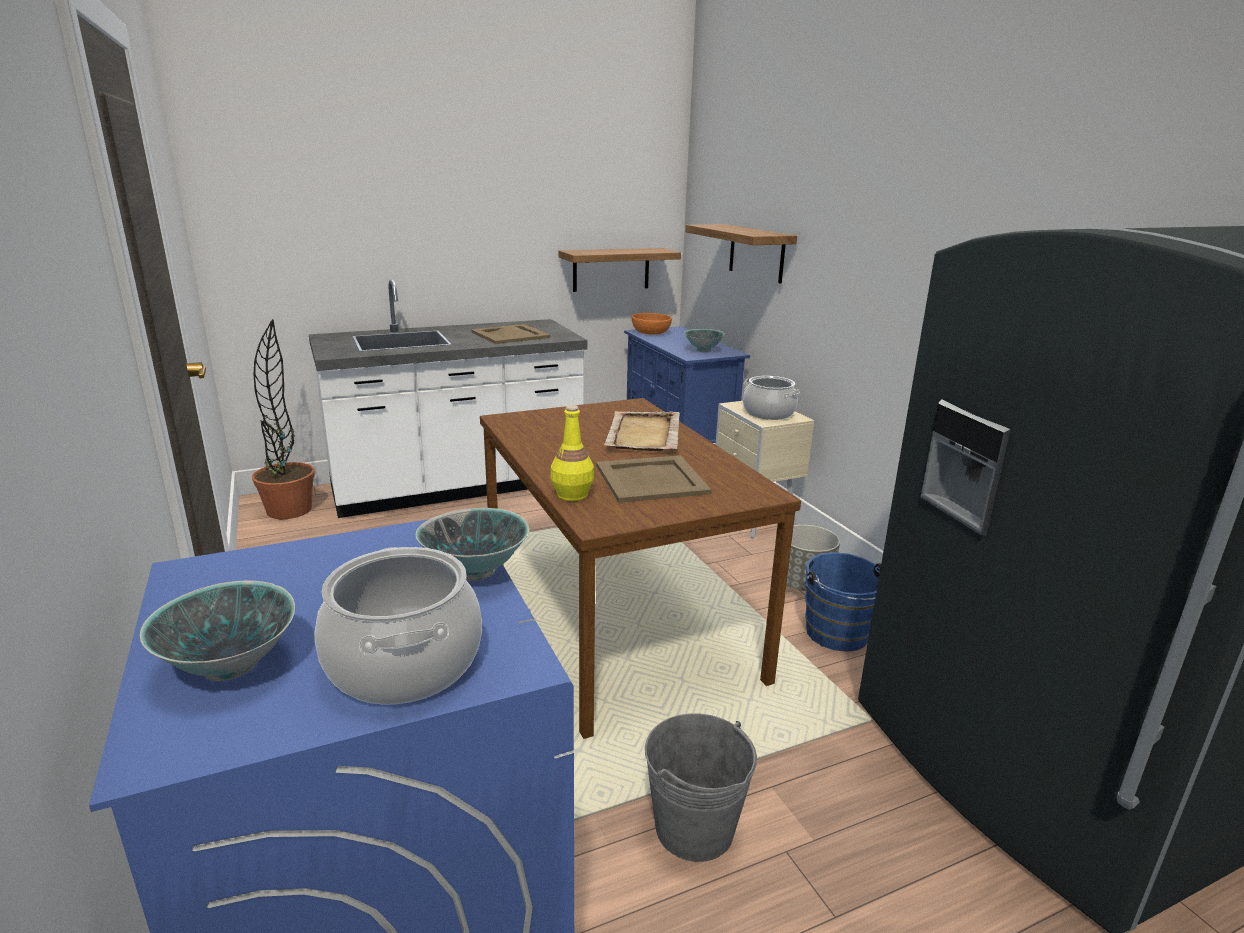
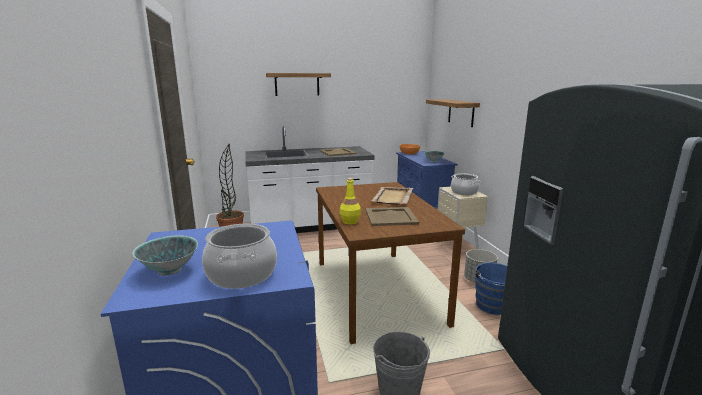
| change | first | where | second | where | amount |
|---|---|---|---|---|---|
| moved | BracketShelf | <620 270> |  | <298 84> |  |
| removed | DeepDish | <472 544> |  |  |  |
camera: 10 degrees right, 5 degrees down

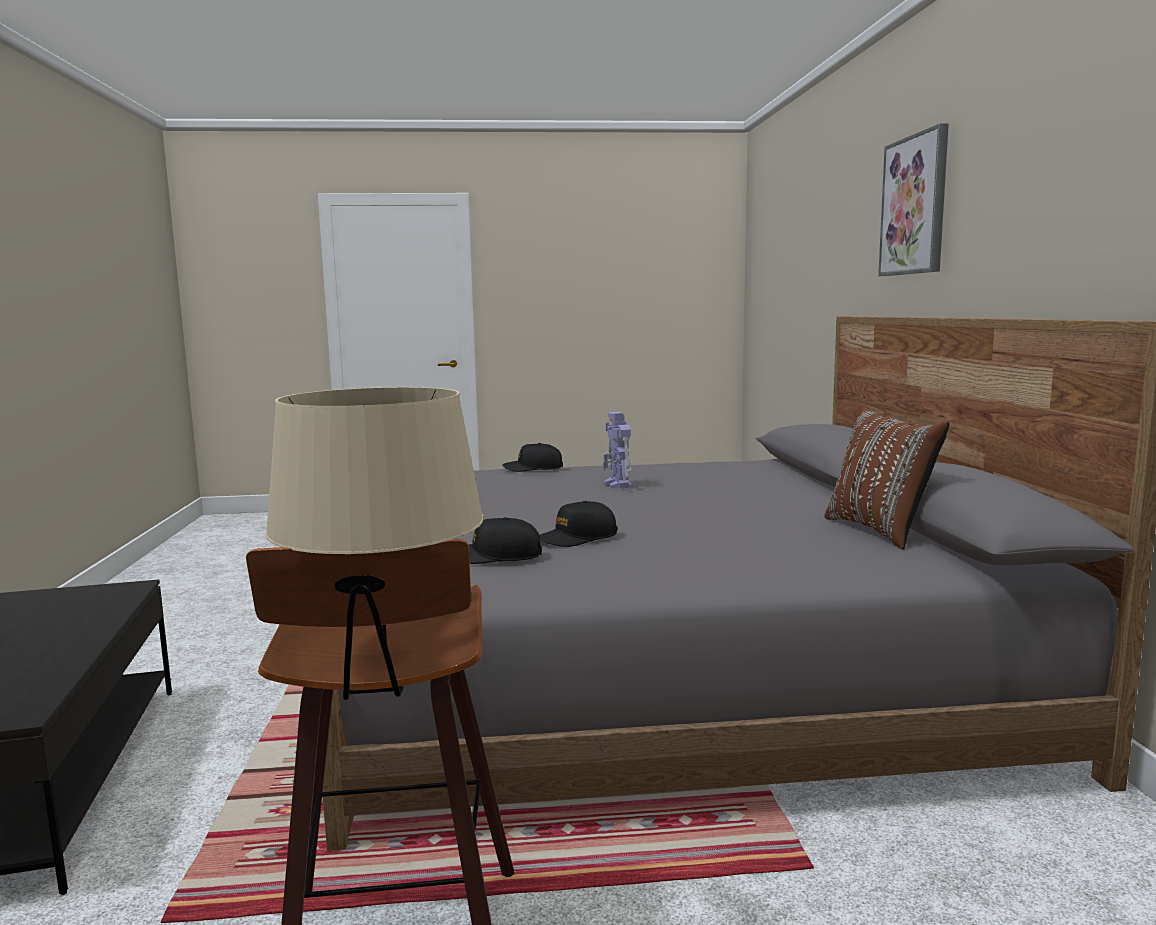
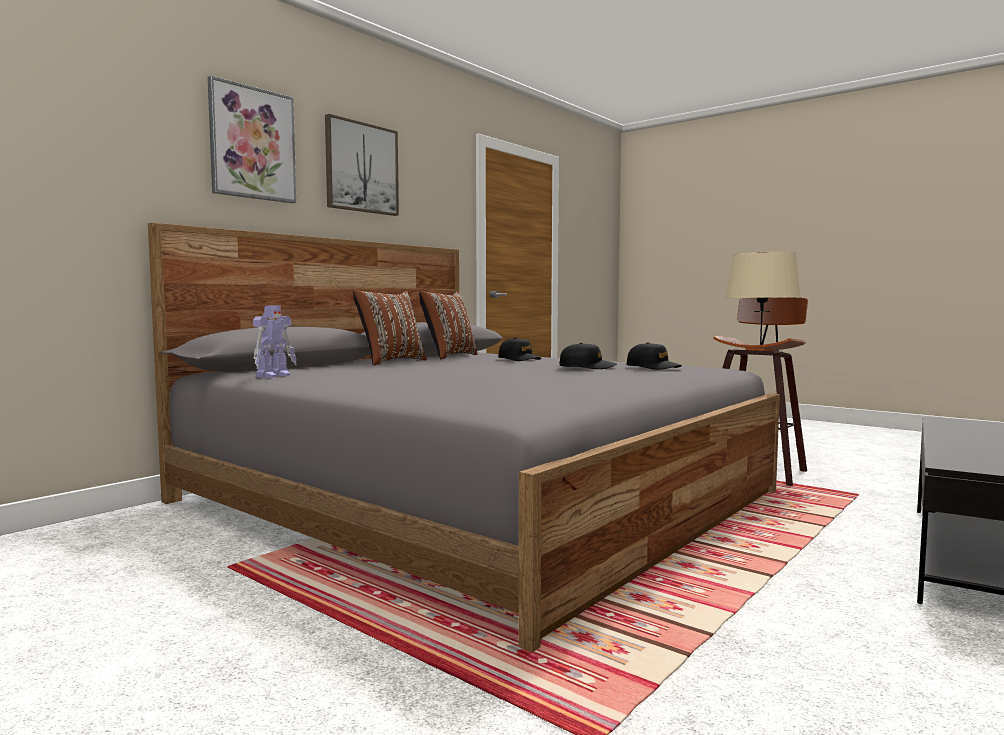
| change | first | where | second | where | amount |
|---|---|---|---|---|---|
| moved | ToyRobot | <618 450> |  | <275 342> |  |
| moved | BlackishBaseballCap | <532 457> |  | <520 349> |  |
| added |  |  | WallPicture | <362 165> |  |
| added |  |  | BrownishThrowPillow | <390 327> |  |
camera: 135 degrees left, 5 degrees down

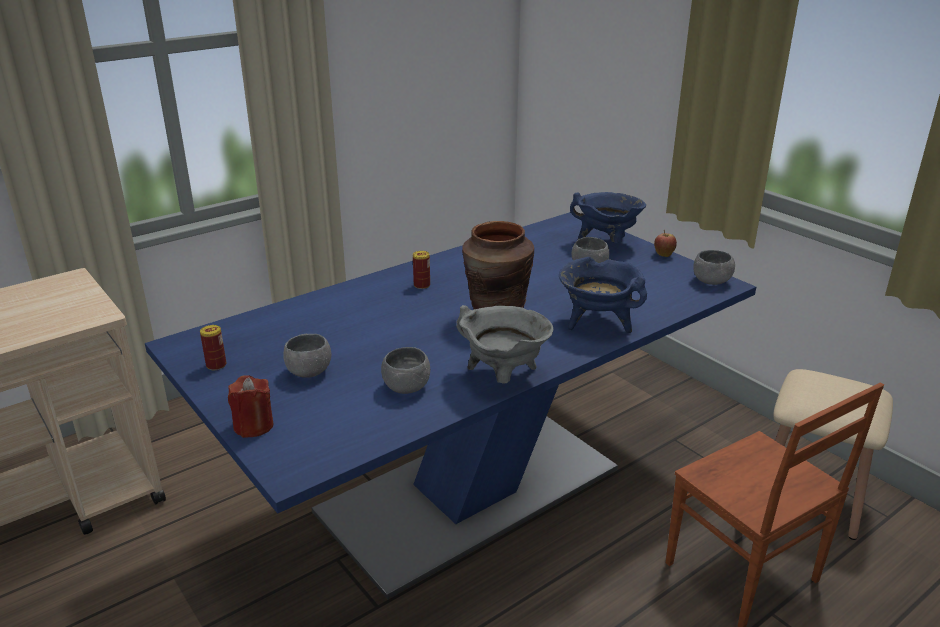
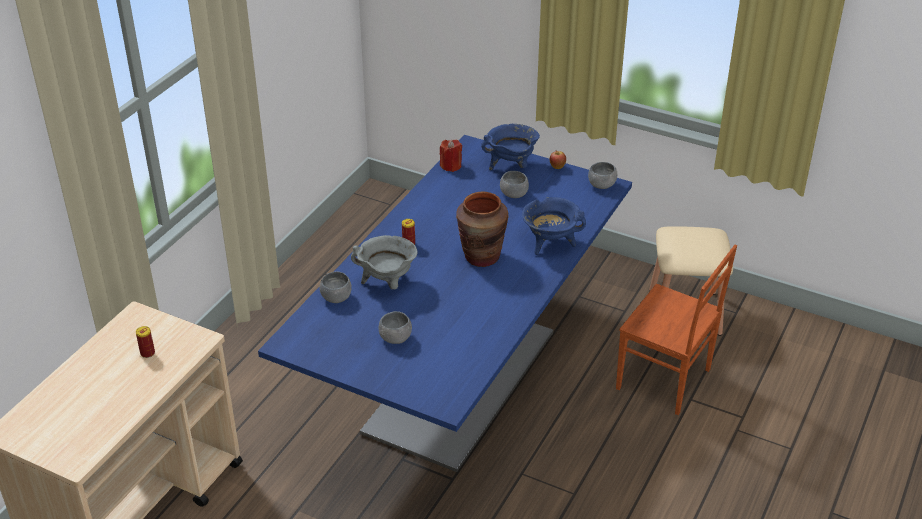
| change | first | where | second | where | amount |
|---|---|---|---|---|---|
| moved | GreyishSaucepot | <504 344> |  | <384 262> |  |
| moved | SealedCan | <213 347> |  | <145 342> |  |
| moved | GreyishDeepDish | <405 370> |  | <335 287> |  |
| moved | ReddishWaxLight | <250 406> |  | <451 155> |  |
camera: 25 degrees left, 10 degrees up

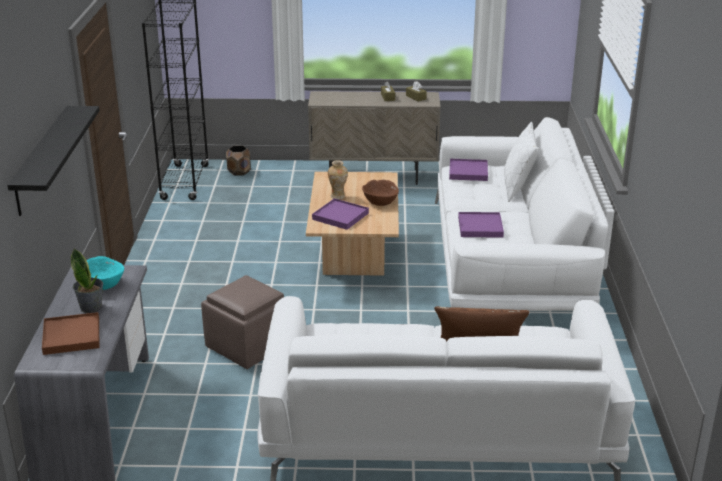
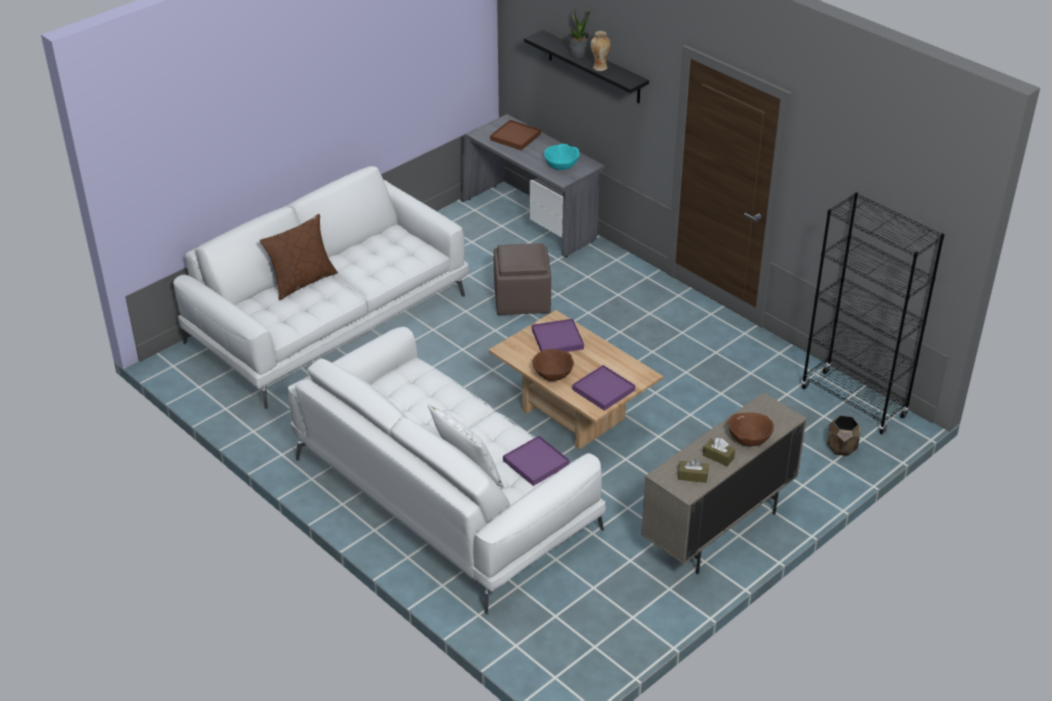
| change | first | where | second | where | amount |
|---|---|---|---|---|---|
| moved | FlowerVase | <338 179> |  | <600 51> |  |
| moved | PurpleColouredCarryingTray | <481 225> |  | <603 388> |  |
| moved | PottedPlant | <87 280> |  | <578 32> |  |
| added |  |  | BrownishDeepDish | <751 429> |  |
camera: 135 degrees right, 10 degrees up

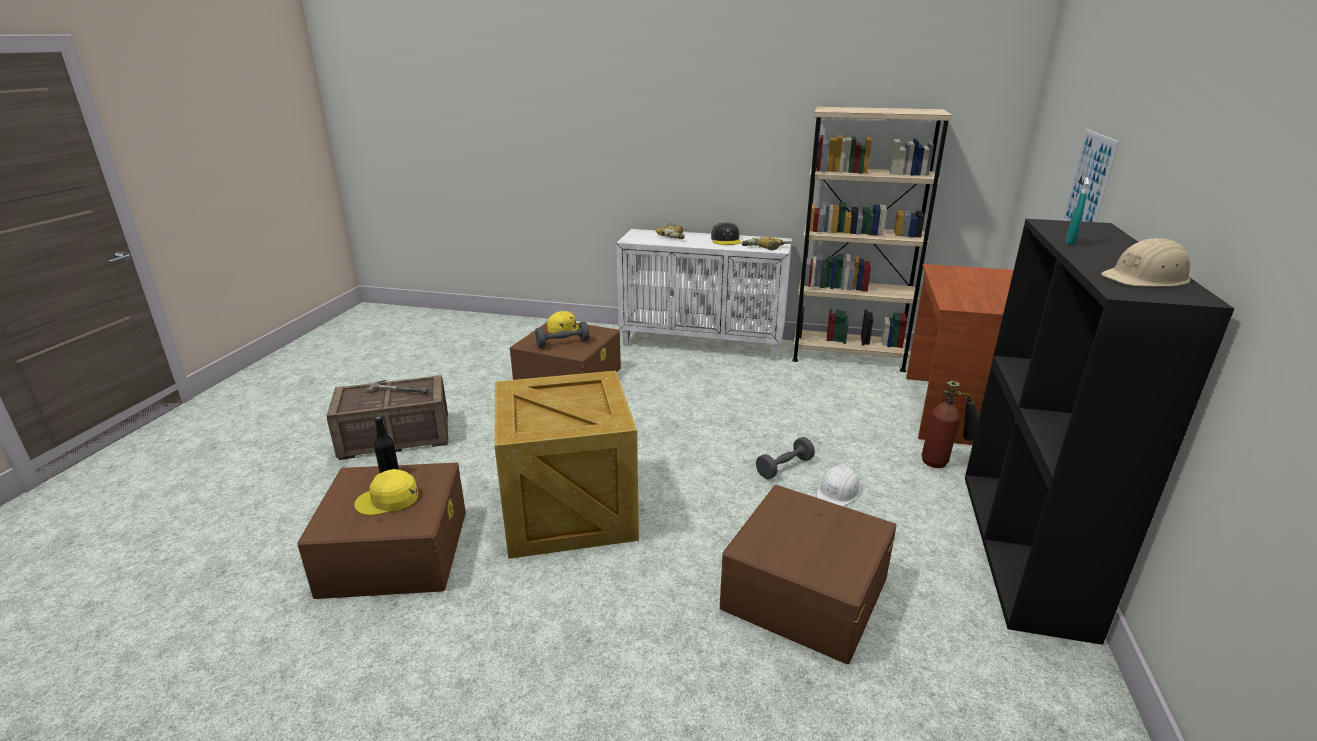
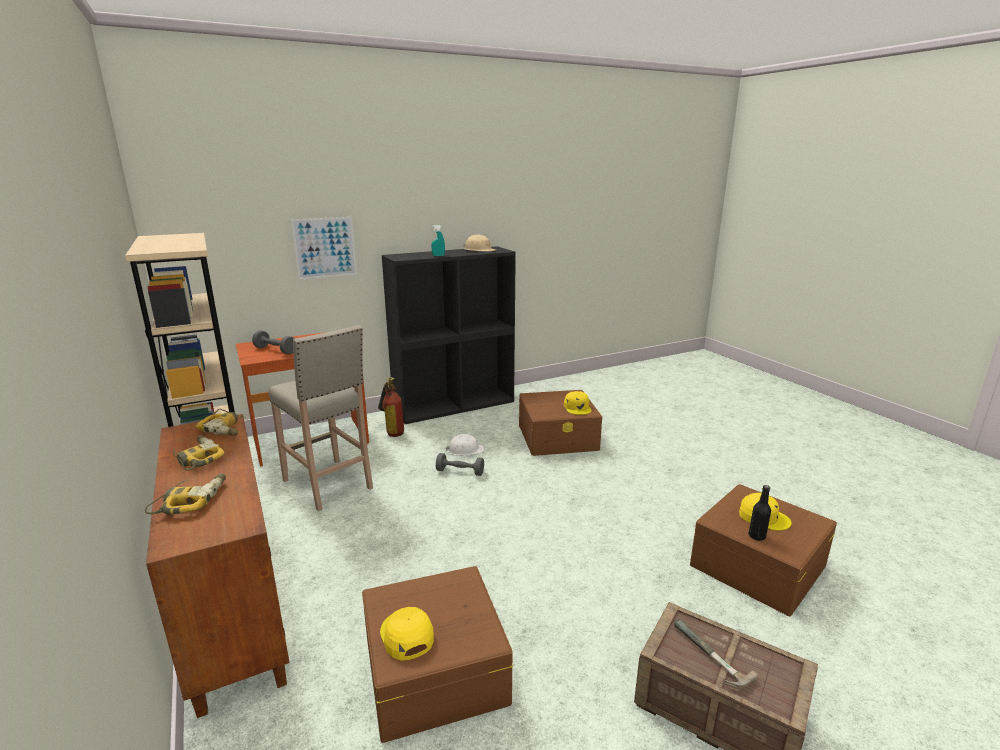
| change | first | where | second | where | amount |
|---|---|---|---|---|---|
| replaced | GreyishBaseballCap | <726 233> | Drill | <199 453> |  |
| recoloured | WhiteColouredCabinet | <704 294> | BrownishCabinet | <218 566> |  |
| moved | GreyishHandWeight | <562 335> |  | <273 342> |  |
| removed | ShippingCrate | <566 465> |  |  |  |
| added |  |  | SandColouredStoolSeat | <320 418> |  |
| added |  |  | YellowColouredBaseballCap | <578 403> |  |
camera: 130 degrees left, 5 degrees down

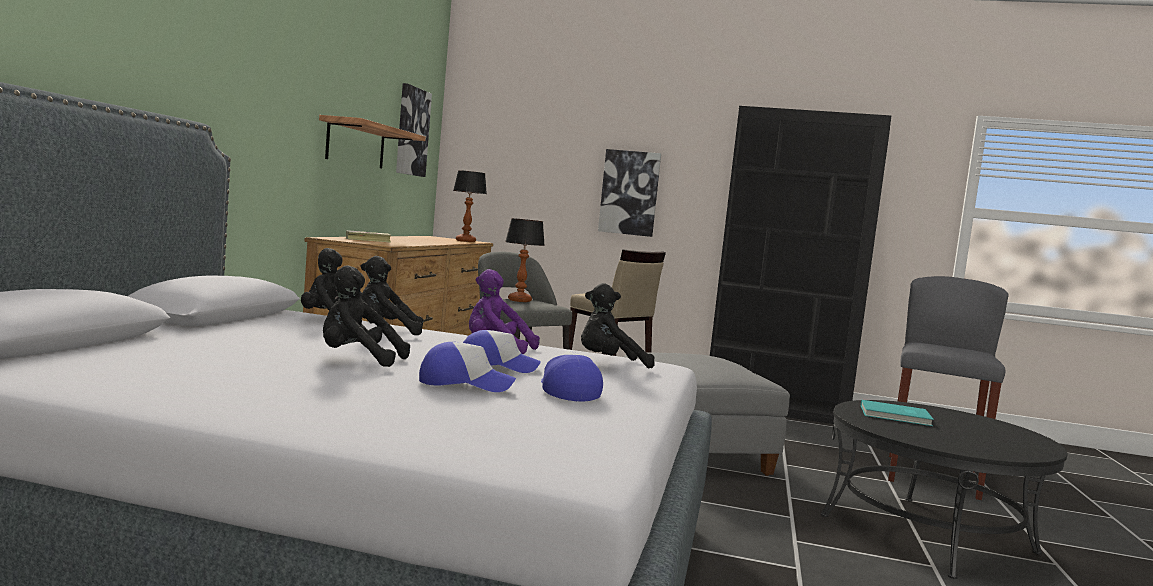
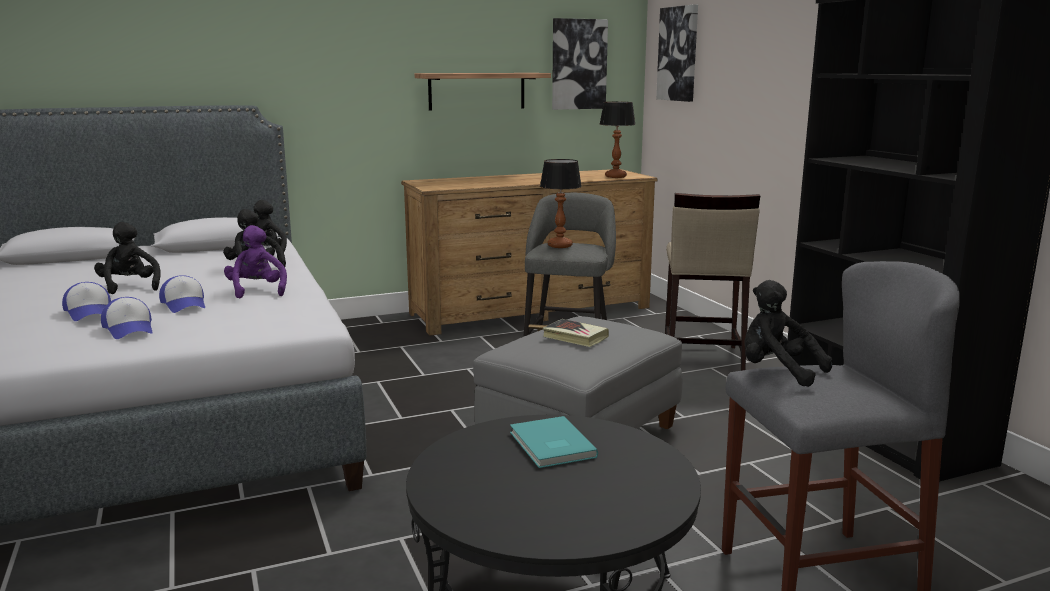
| change | first | where | second | where | amount |
|---|---|---|---|---|---|
| moved | WallPicture | <629 193> |  | <677 53> |  |
| moved | Book | <368 236> |  | <576 333> |  |
| moved | BlackishSoftToy | <617 325> |  | <789 333> |  |
| turned | BaseballCap | <572 376> |  | <127 318> | 105 degrees clockwise |
camera: 55 degrees right, 10 degrees up

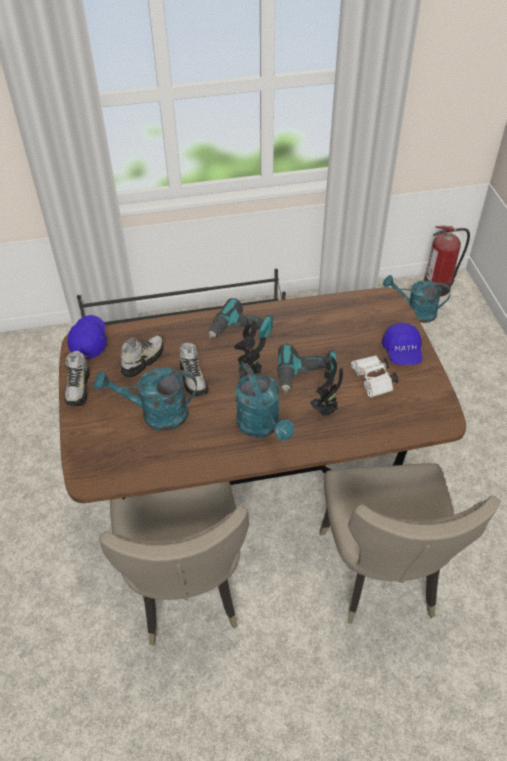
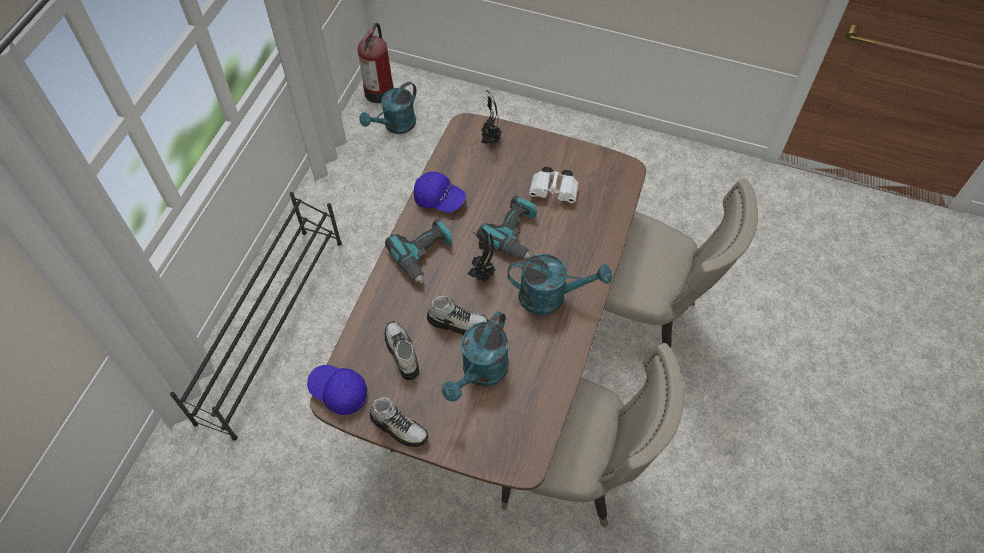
| change | first | where | second | where | amount |
|---|---|---|---|---|---|
| moved | BlueColouredBaseballCap | <402 343> |  | <440 192> |  |
| moved | PottedPlant | <326 386> |  | <490 117> |  |
camera: 60 degrees left, 10 degrees up

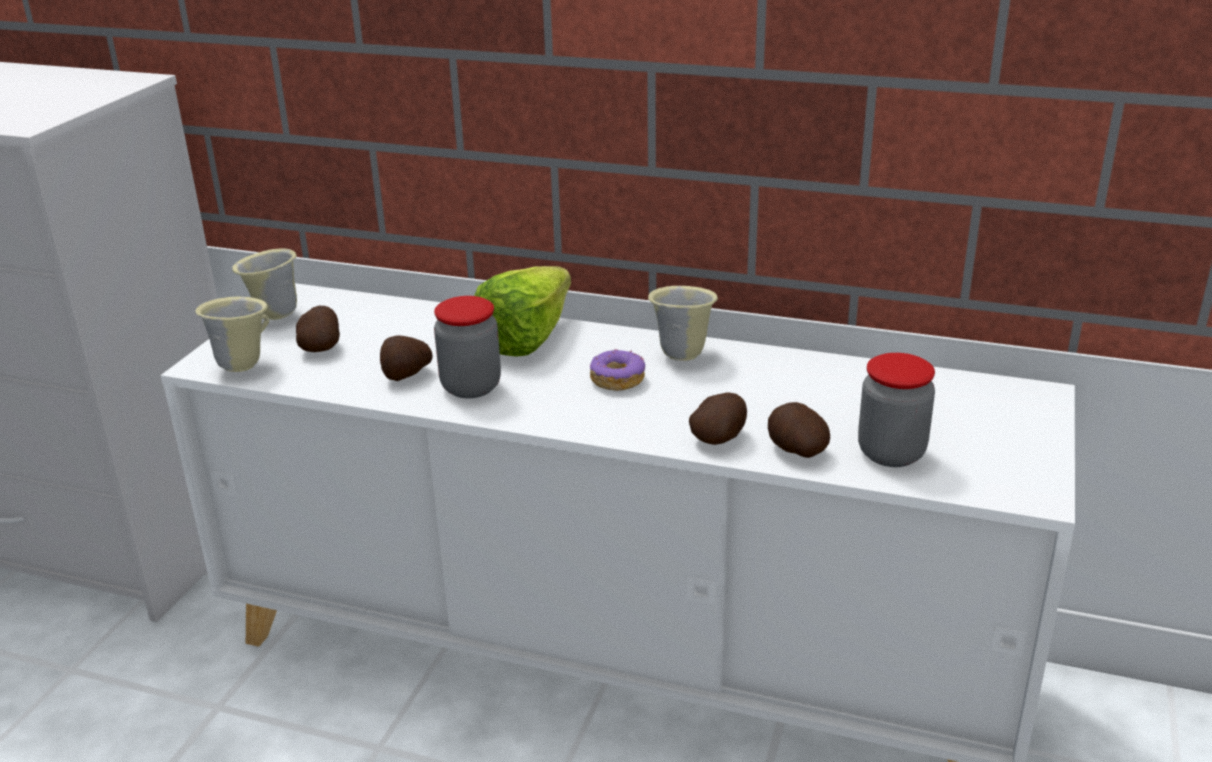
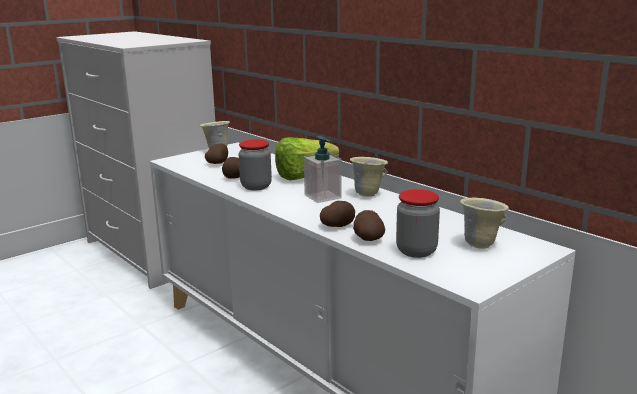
| change | first | where | second | where | amount |
|---|---|---|---|---|---|
| moved | SandColouredMug | <232 334> |  | <484 223> |  |
| replaced | RingDoughnut | <617 370> | SoapDispenser | <323 169> |  |
camera: 30 degrees right, 10 degrees down

